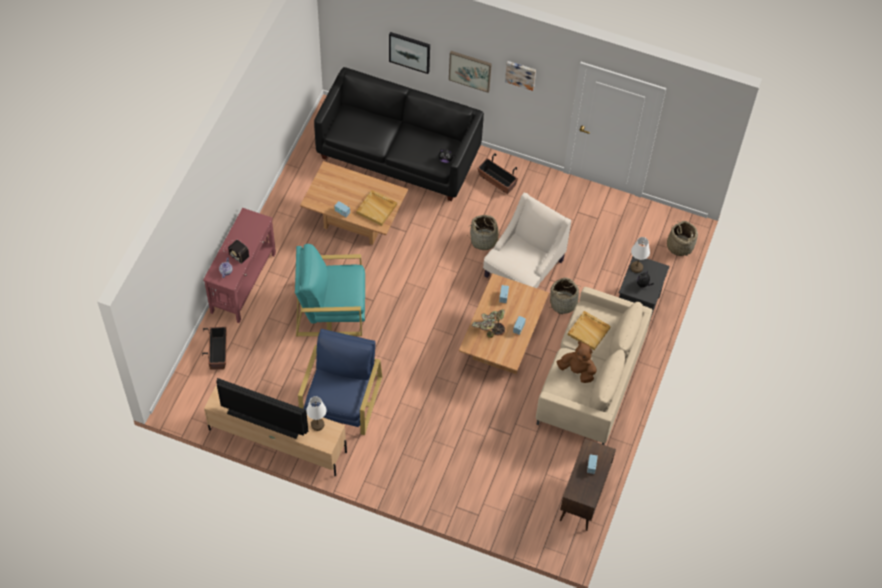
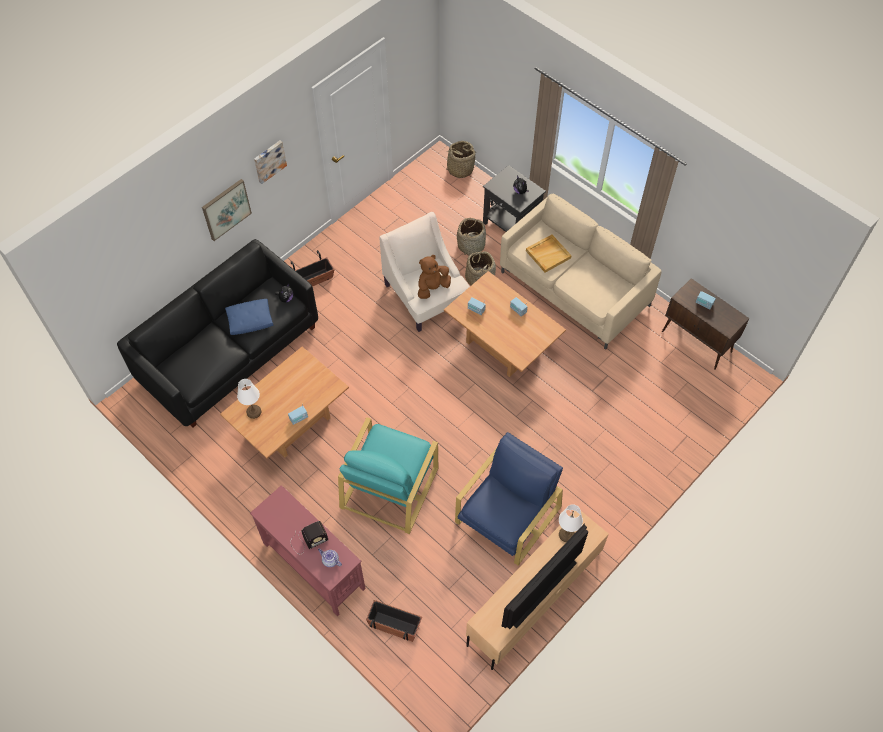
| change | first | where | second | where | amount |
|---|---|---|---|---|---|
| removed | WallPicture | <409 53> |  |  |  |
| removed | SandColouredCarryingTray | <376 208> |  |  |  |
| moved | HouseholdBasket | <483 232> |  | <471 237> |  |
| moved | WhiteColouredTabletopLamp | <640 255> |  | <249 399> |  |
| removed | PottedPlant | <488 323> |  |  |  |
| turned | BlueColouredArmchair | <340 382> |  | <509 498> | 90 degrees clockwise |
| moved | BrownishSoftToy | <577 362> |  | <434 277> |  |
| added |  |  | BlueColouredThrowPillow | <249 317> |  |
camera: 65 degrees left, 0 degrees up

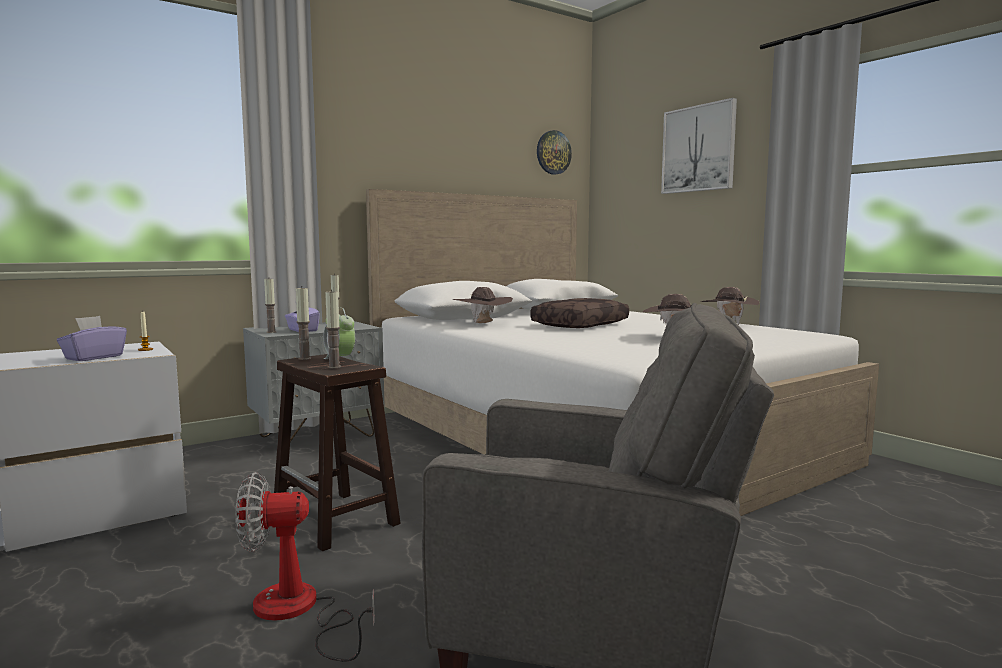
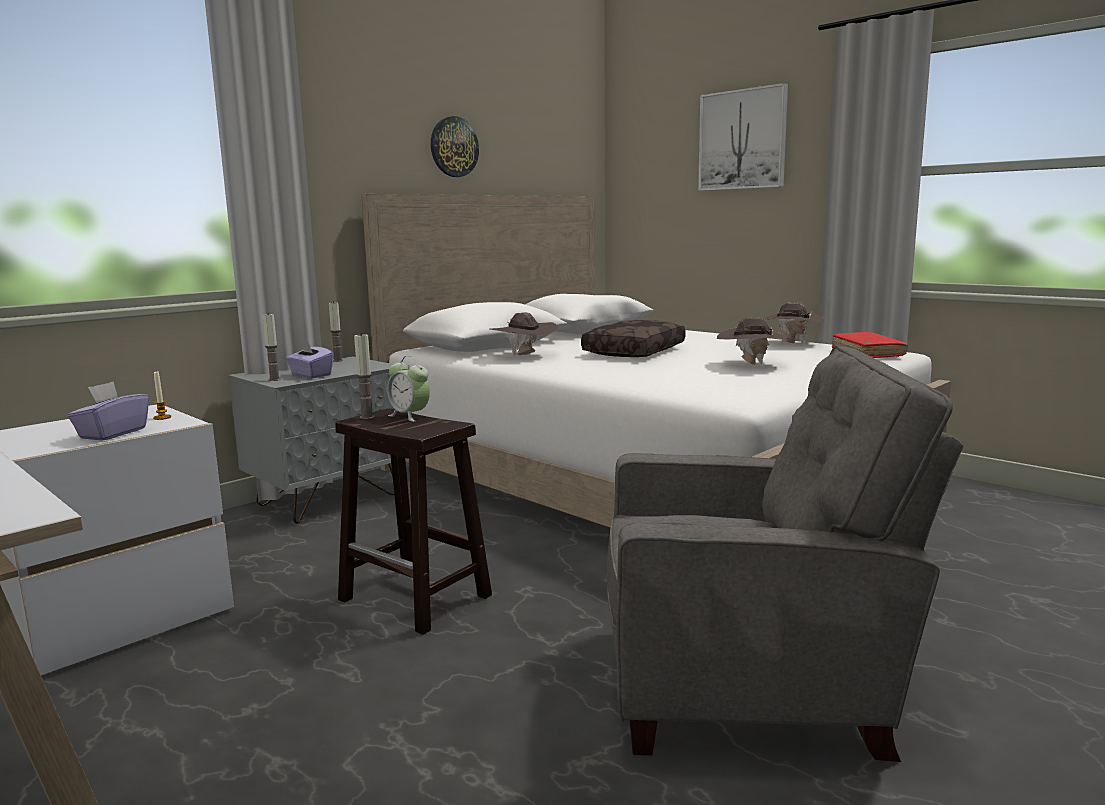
| change | first | where | second | where | amount |
|---|---|---|---|---|---|
| moved | WallClock | <554 152> |  | <455 146> |  |
| removed | WaxLight | <333 329> |  |  |  |
| removed | CoolingFan | <304 567> |  |  |  |
| added |  |  | ReddishBook | <870 345> |  |
camera: 10 degrees left, 5 degrees up

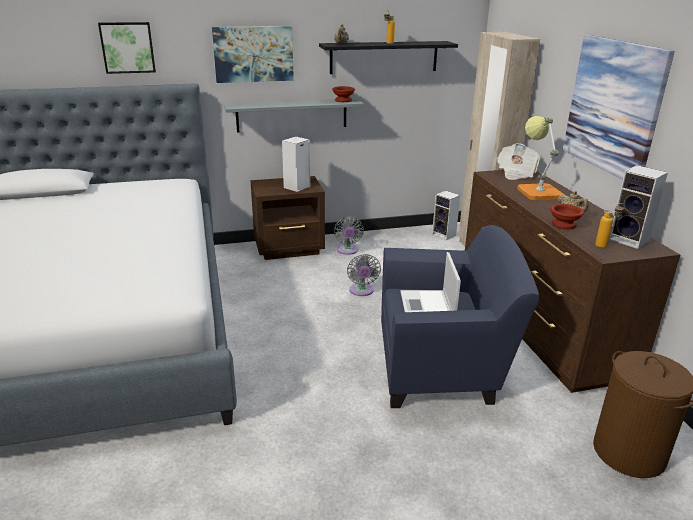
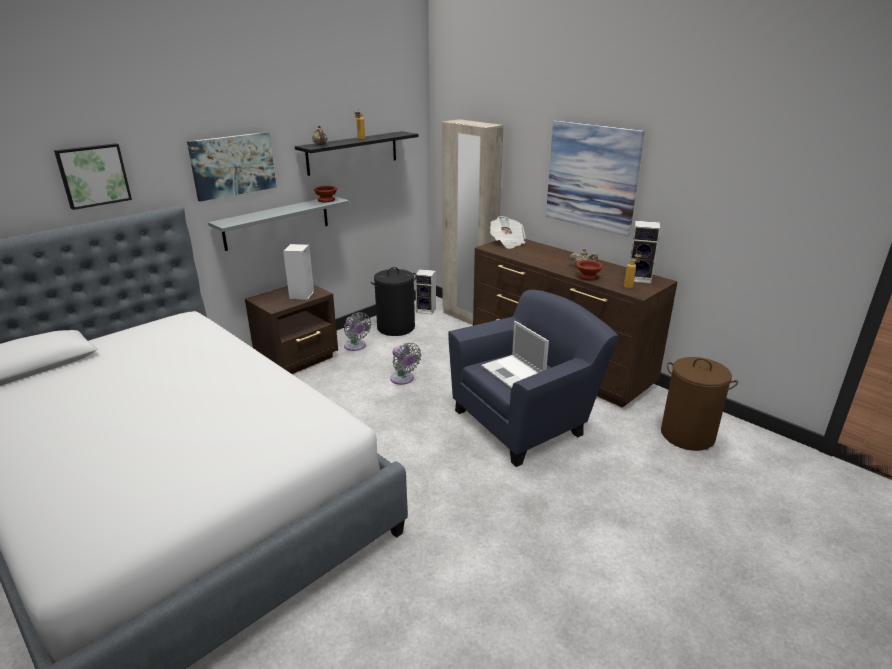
| change | first | where | second | where | amount |
|---|---|---|---|---|---|
| removed | TabletopLamp | <540 158> |  |  |  |
| added |  |  | BlackishWashingBasket | <393 301> |  |
camera: 30 degrees left, 0 degrees up

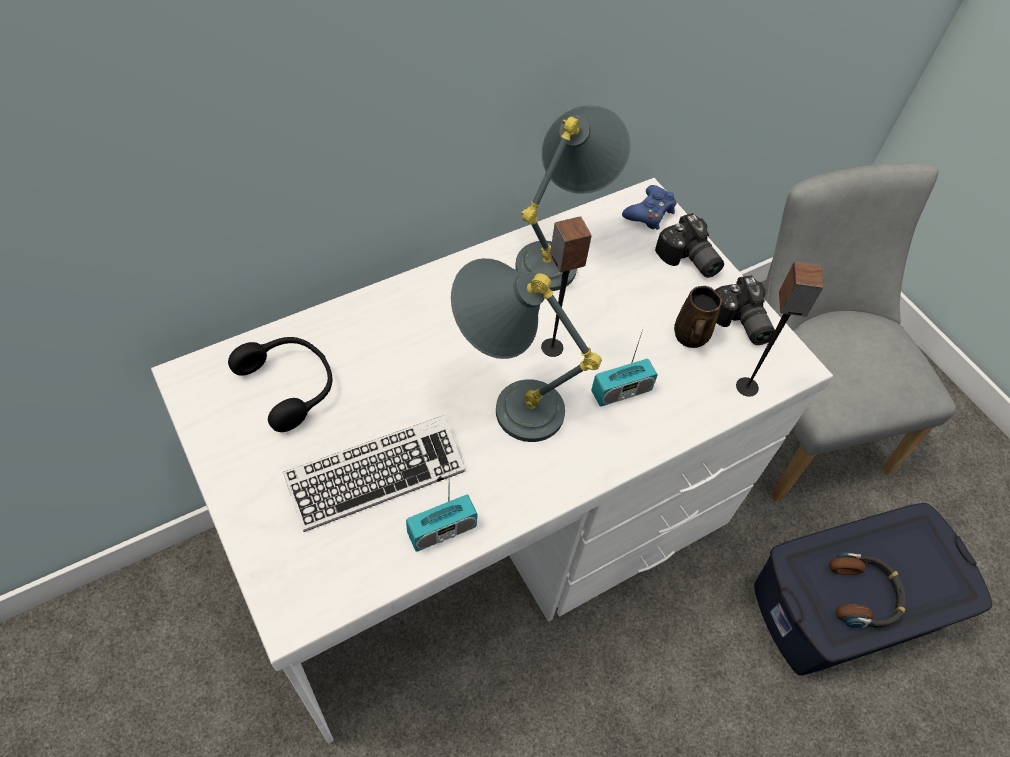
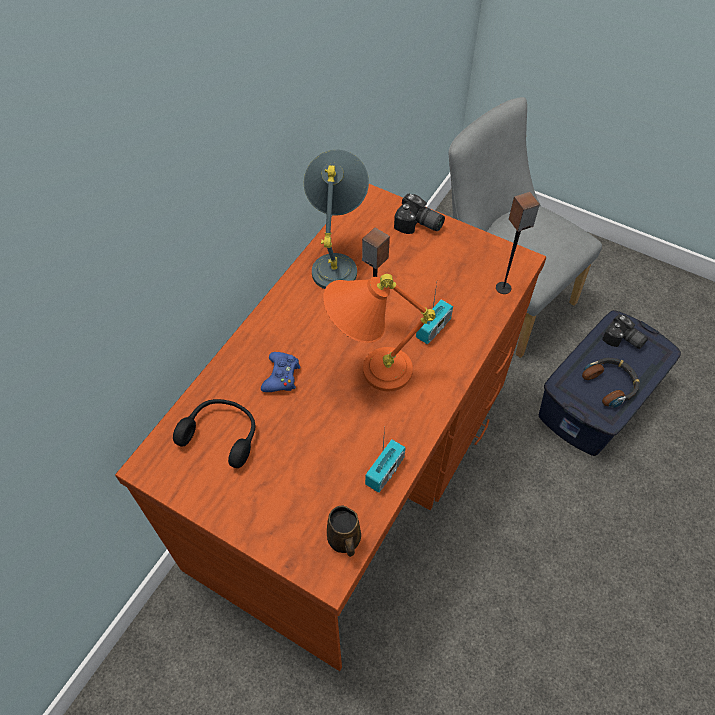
| change | first | where | second | where | amount |
|---|---|---|---|---|---|
| recoloured | WhiteColouredDeskTable | <492 460> | BrownishDeskTable | <330 427> |  |
| moved | BlueColouredGamepad | <649 207> |  | <280 372> |  |
| recoloured | GreyishTabletopLamp | <526 350> | OrangeTabletopLamp | <379 332> |  |
| moved | PhotoCamera | <745 310> |  | <625 331> |  |
| moved | BrownishMug | <698 317> |  | <344 531> |  |
| removed | Keyboard | <374 473> |  |  |  |
camera: 25 degrees left, 0 degrees up

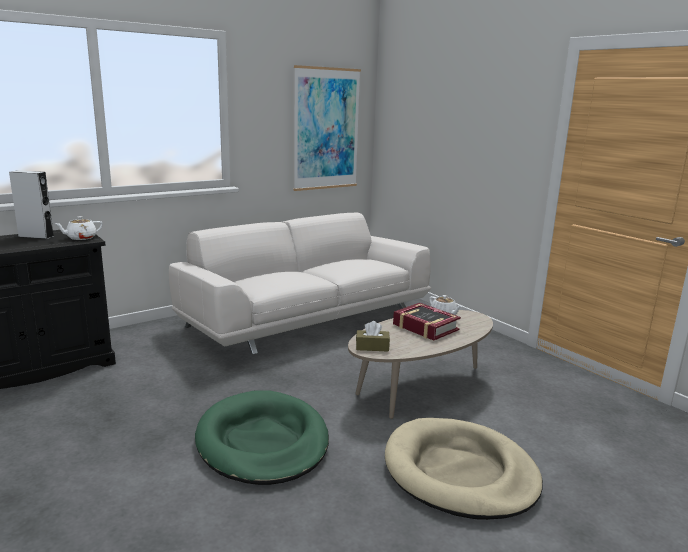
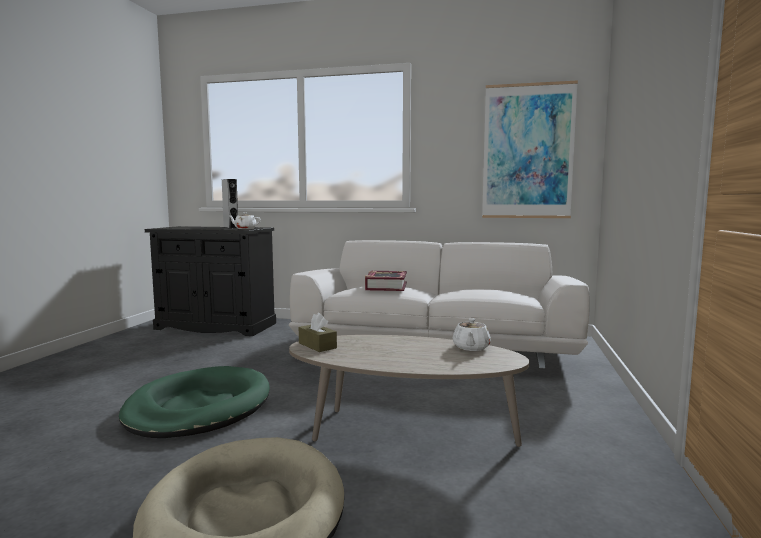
| change | first | where | second | where | amount |
|---|---|---|---|---|---|
| moved | Book | <427 321> |  | <386 281> |  |
camera: 50 degrees right, 10 degrees down

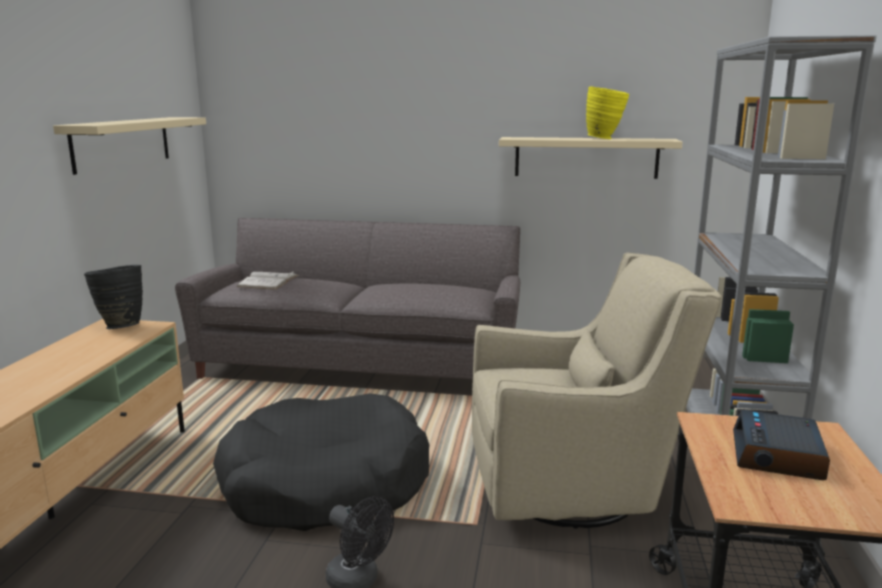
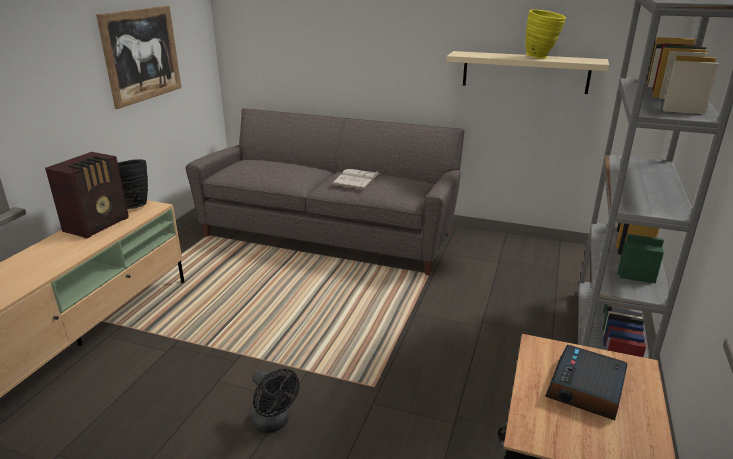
| change | first | where | second | where | amount |
|---|---|---|---|---|---|
| replaced | SandColouredBracketShelf | <129 146> | WallPicture | <138 57> |  |
| removed | SandColouredArmchair | <597 390> |  |  |  |
| moved | WhiteColouredBook | <268 281> |  | <357 179> |  |
| removed | BlackishDogCushion | <321 462> |  |  |  |
| added |  |  | RadioSet | <87 195> |  |
camera: 10 degrees right, 10 degrees up

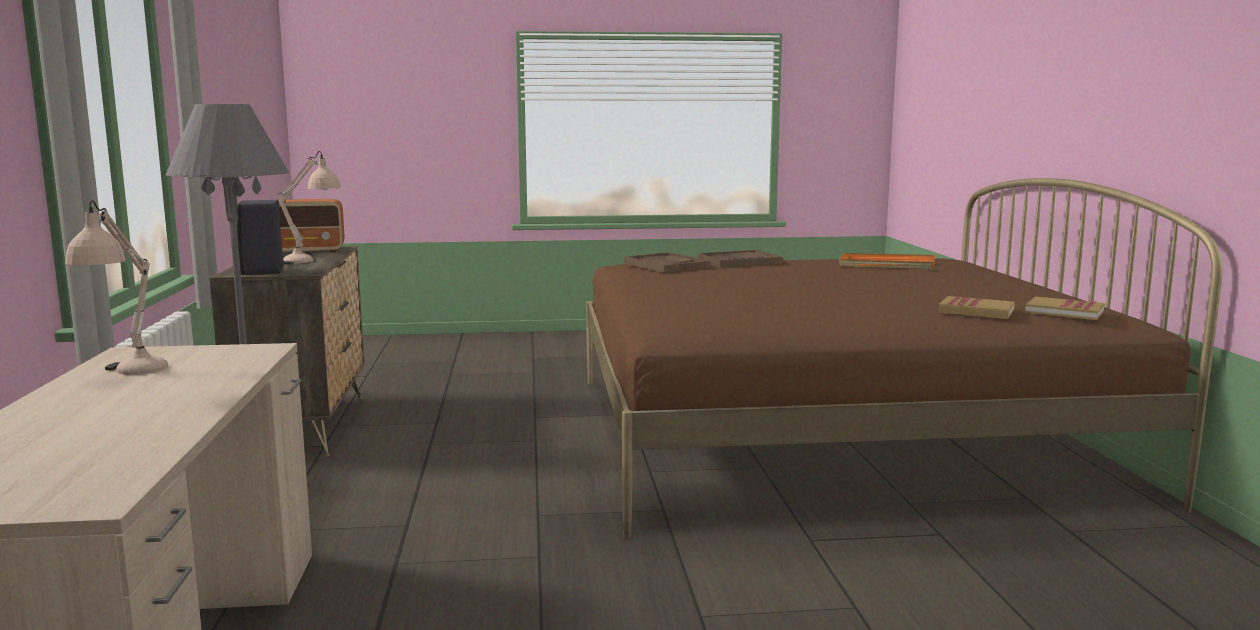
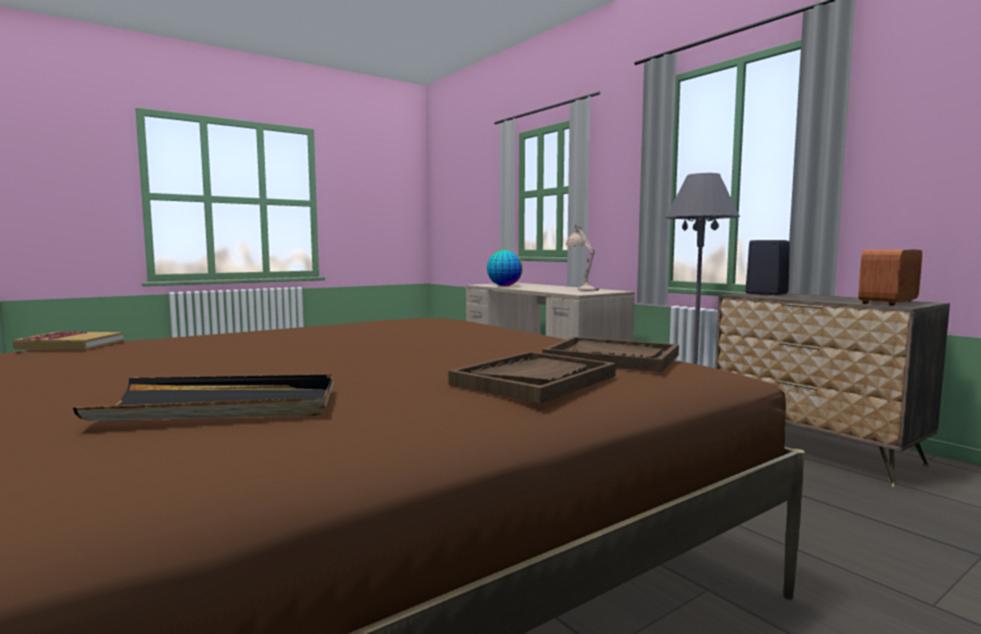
| change | first | where | second | where | amount |
|---|---|---|---|---|---|
| removed | SandColouredTabletopLamp | <309 207> |  |  |  |
| recoloured | OrangeCarryingTray | <887 261> | BlackishCarryingTray | <203 397> |  |
| removed | Book | <976 307> |  |  |  |
| added |  |  | WorldGlobe | <505 268> |  |
camera: 150 degrees right, 5 degrees down

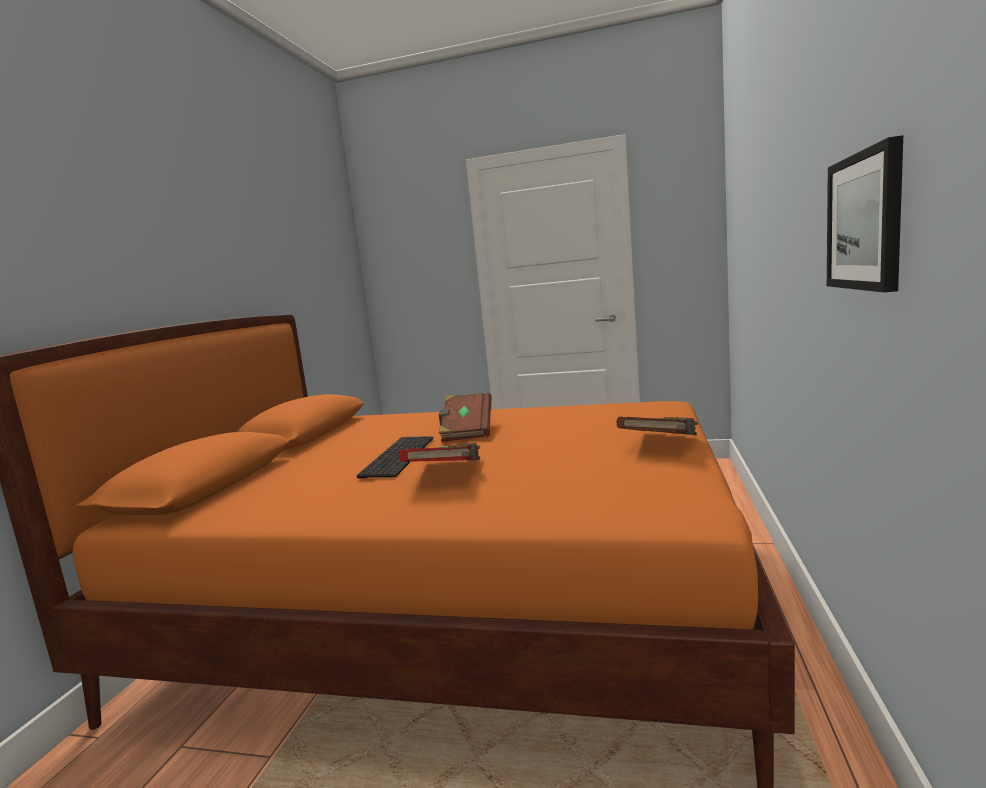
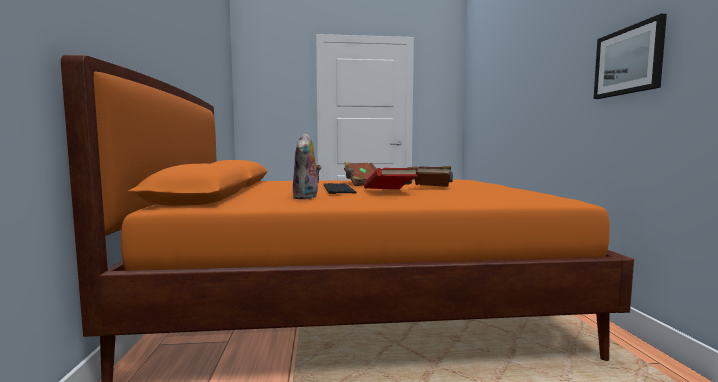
| change | first | where | second | where | amount |
|---|---|---|---|---|---|
| moved | BrownishBook | <657 426> |  | <433 176> |  |
| added |  |  | SoftToy | <307 166> |  |
camera: 20 degrees left, 5 degrees down

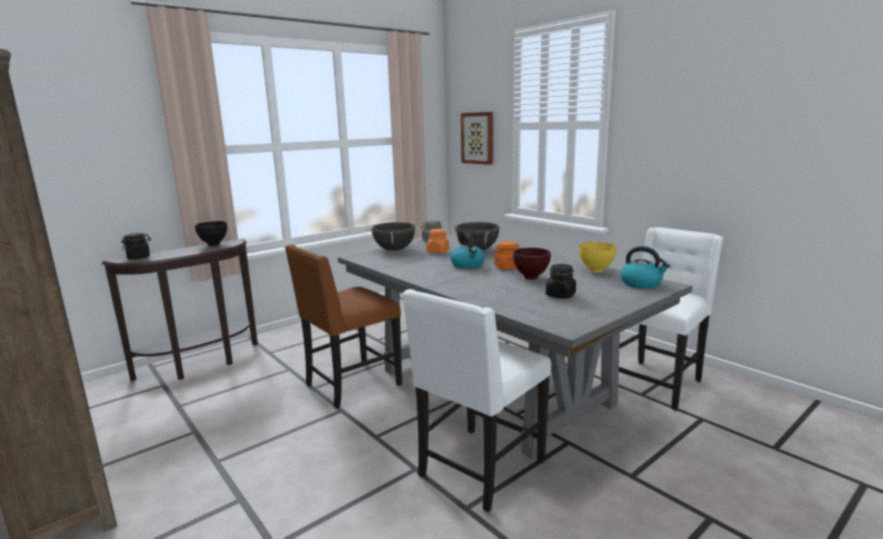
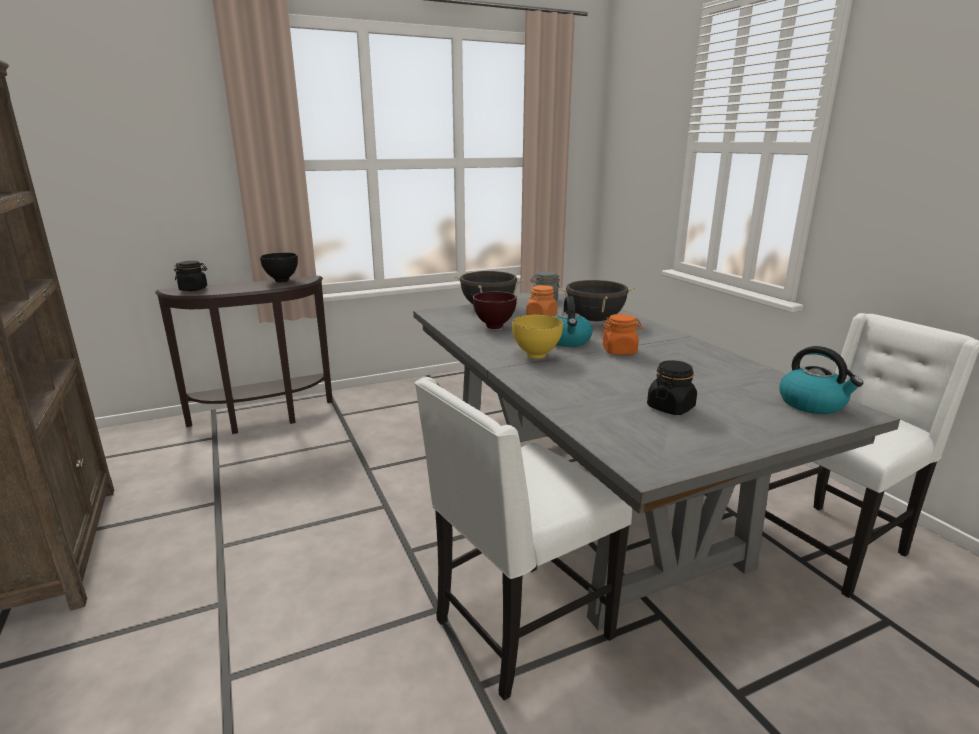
| change | first | where | second | where | amount |
|---|---|---|---|---|---|
| removed | WallPicture | <477 138> |  |  |  |
| moved | YellowColouredDeepDish | <598 257> |  | <537 336> |  |
| removed | BrownishChair | <343 326> |  |  |  |
| moved | BrownishDeepDish | <532 264> |  | <495 310> |  |
camera: 15 degrees right, 5 degrees up

